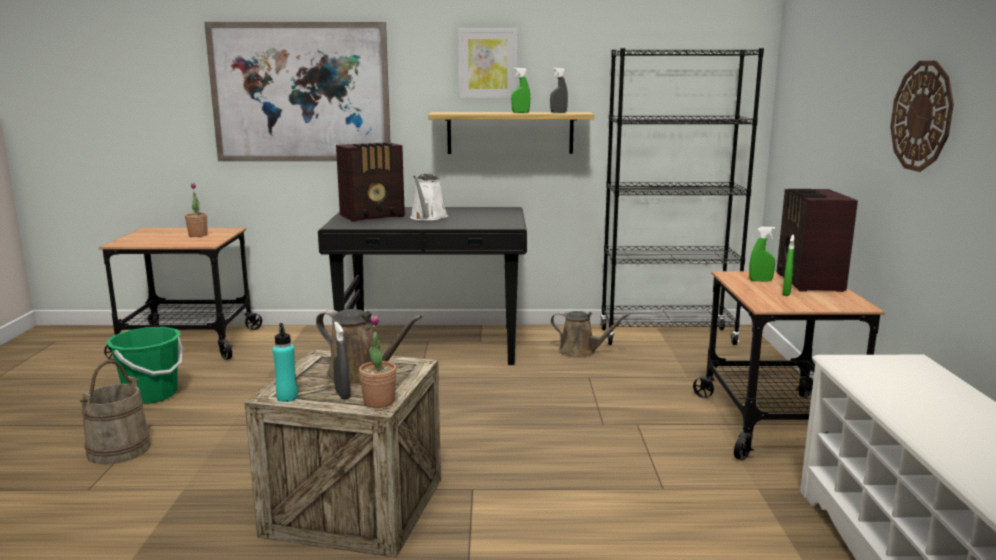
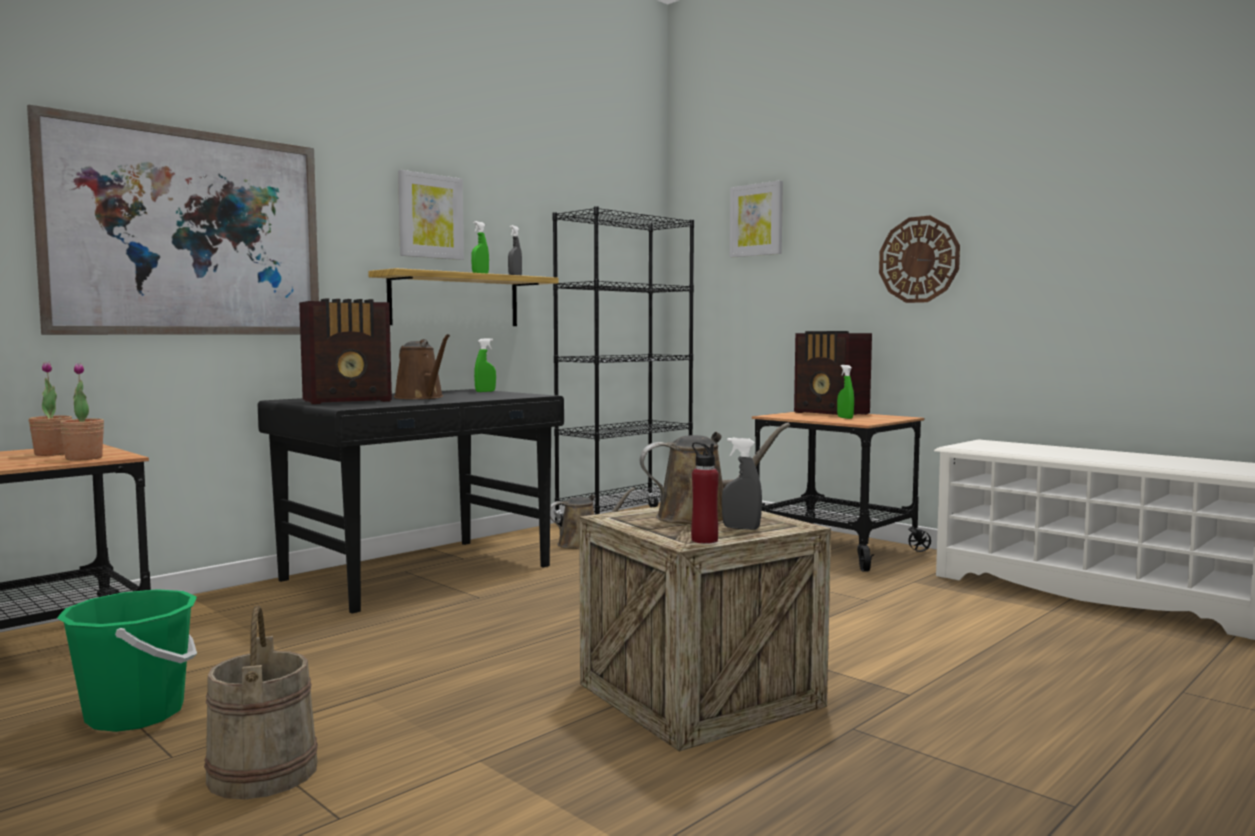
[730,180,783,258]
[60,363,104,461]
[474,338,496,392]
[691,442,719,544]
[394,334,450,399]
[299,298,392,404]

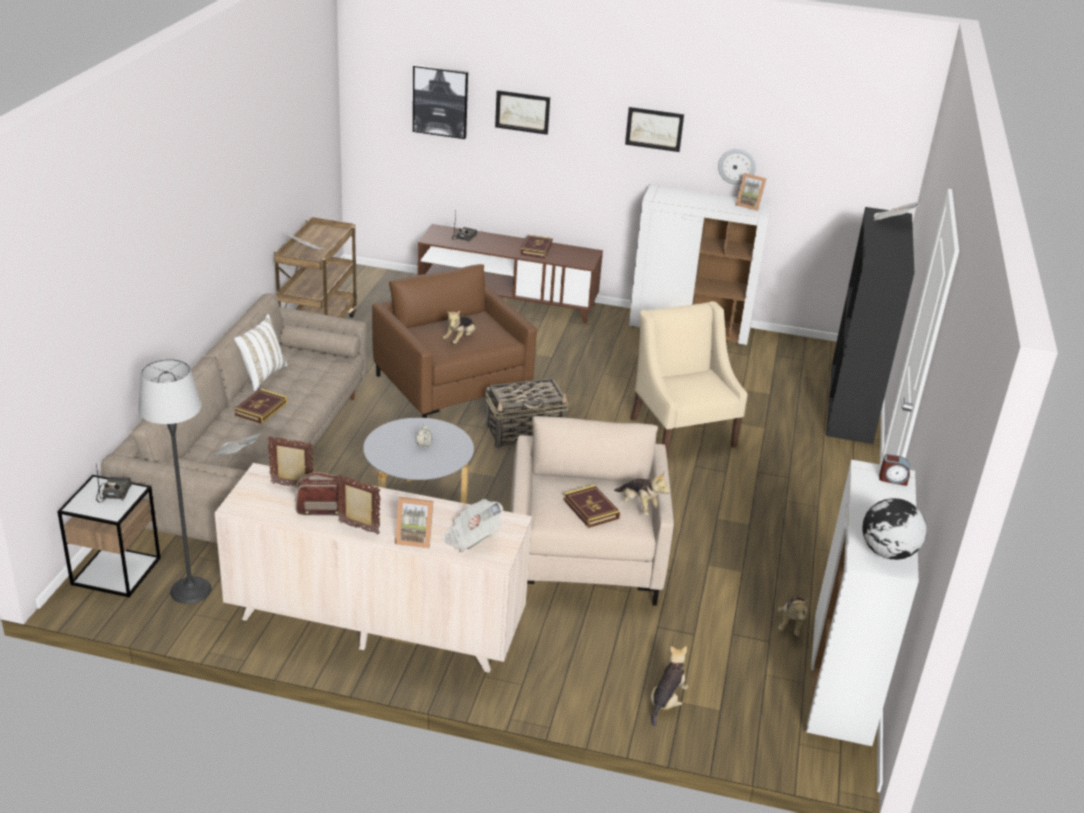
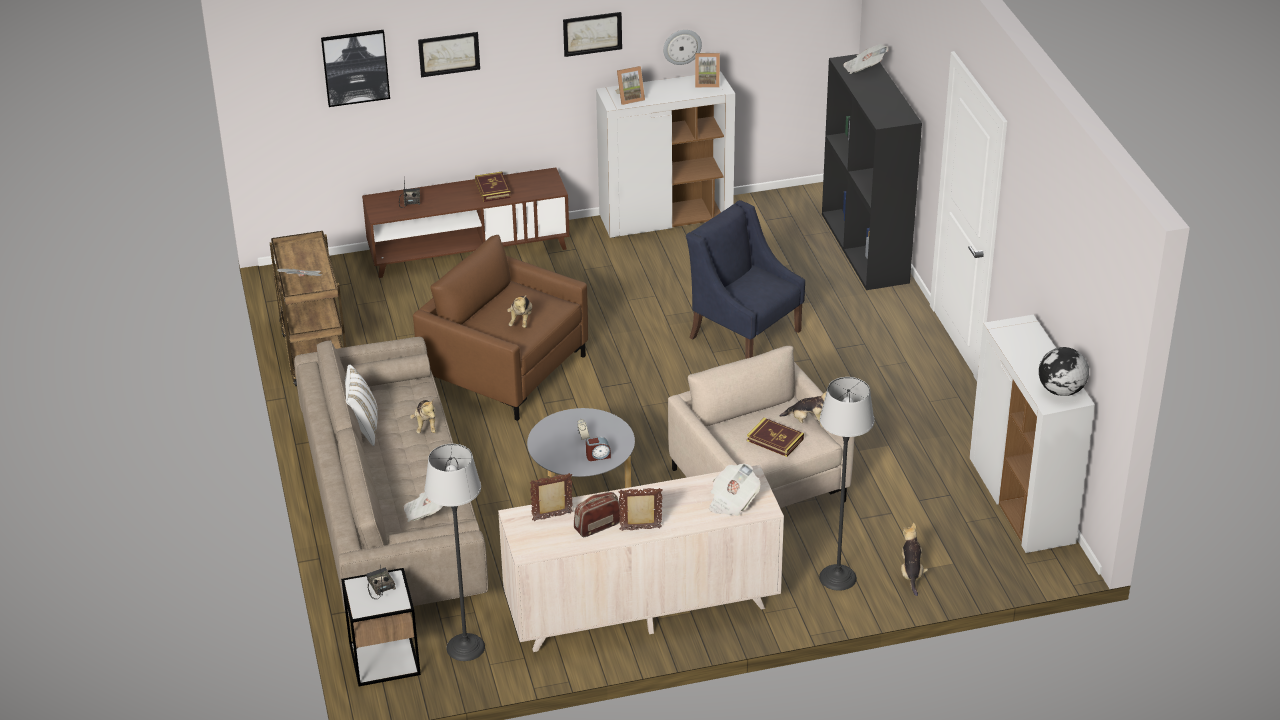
[234,388,288,424] (first image)
[485,378,568,449] (first image)
[819,377,874,591]
[615,66,645,105]
[410,399,436,433]
[586,437,611,461]
[686,200,805,359]

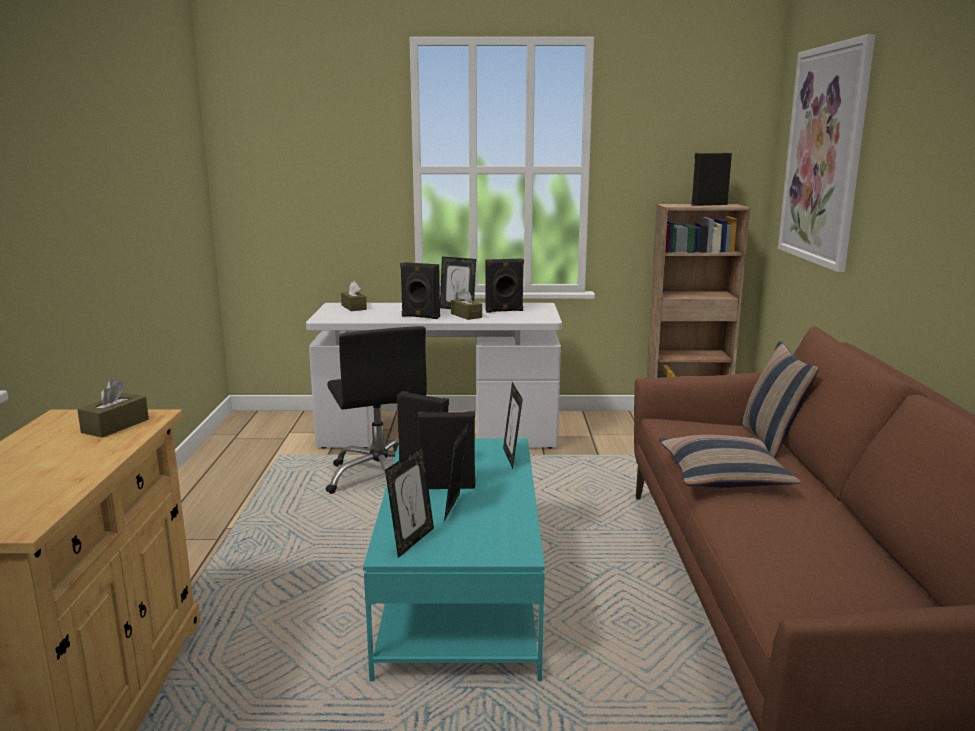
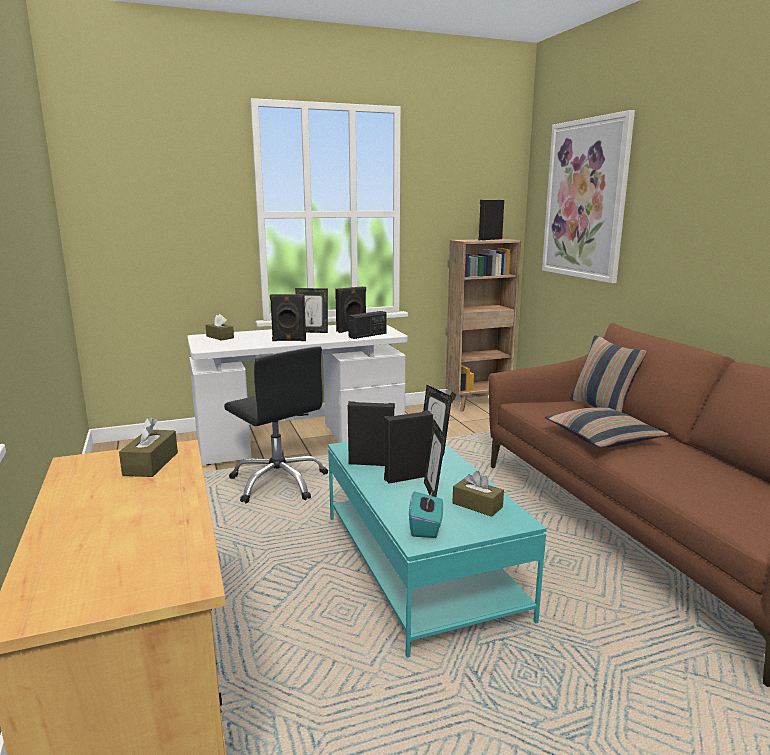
[348,311,387,339]
[452,471,504,517]
[409,492,443,538]

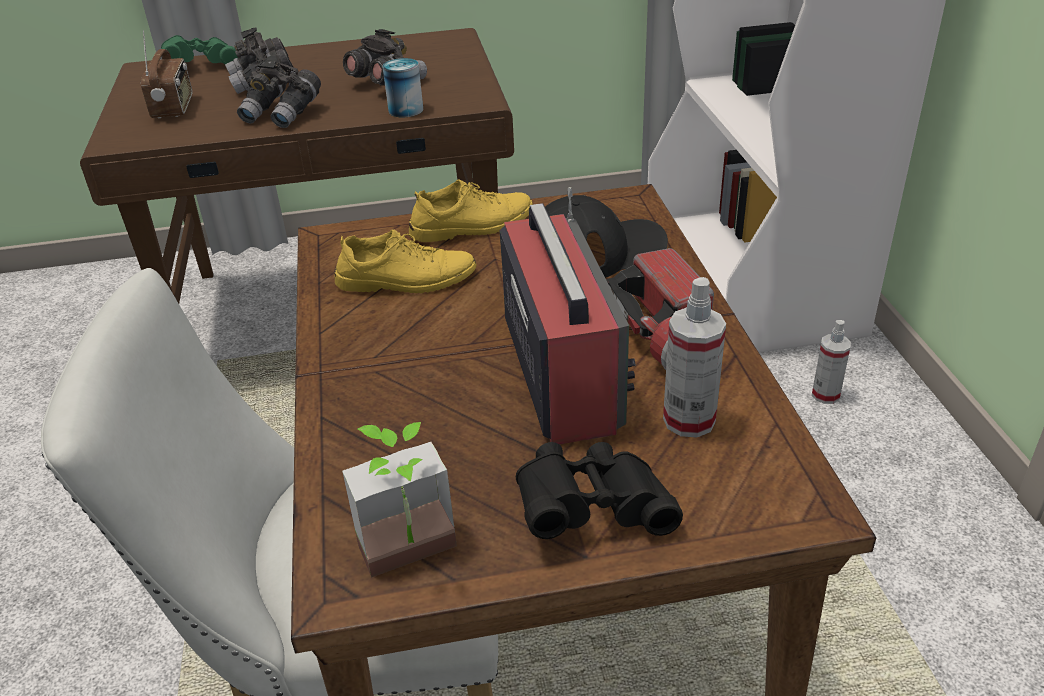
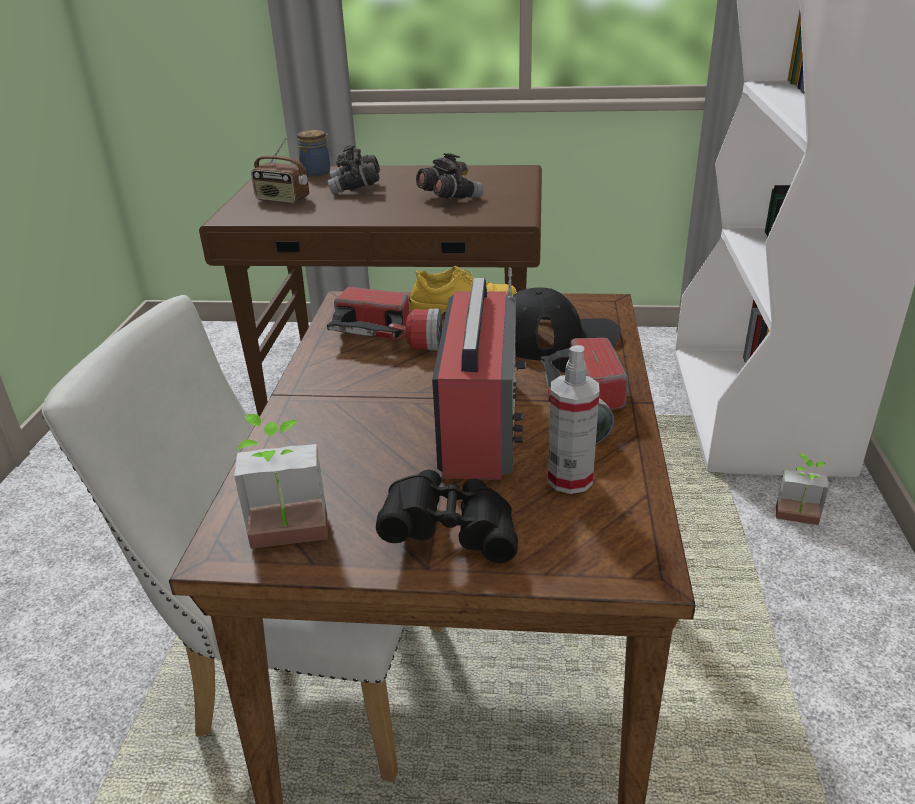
[237,56,321,128] (first image)
[383,58,423,117] (first image)
[297,130,332,177]
[327,287,442,350]
[776,453,829,525]
[251,138,309,203]

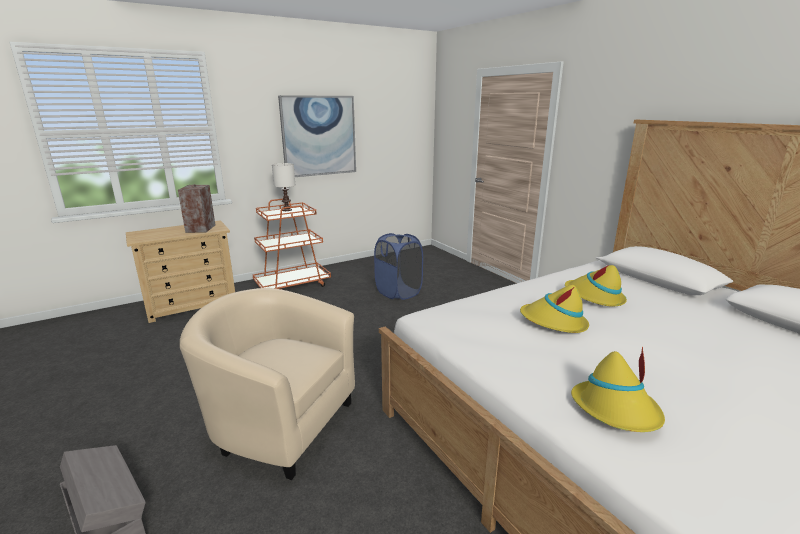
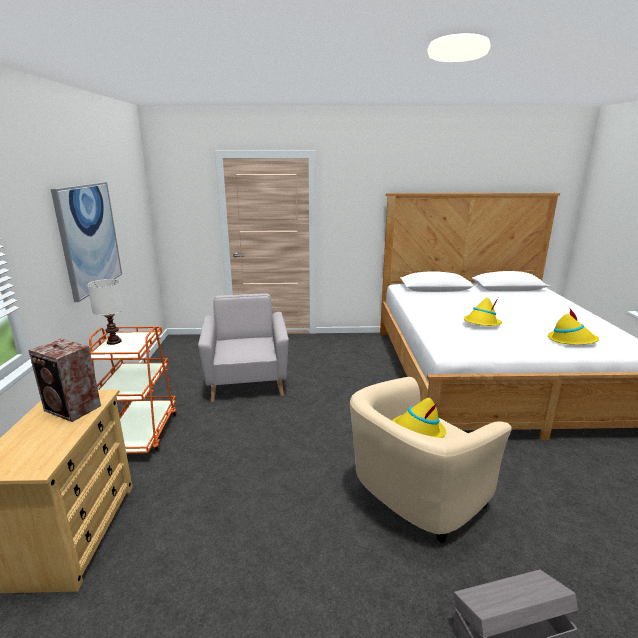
[392,398,446,438]
[198,294,289,402]

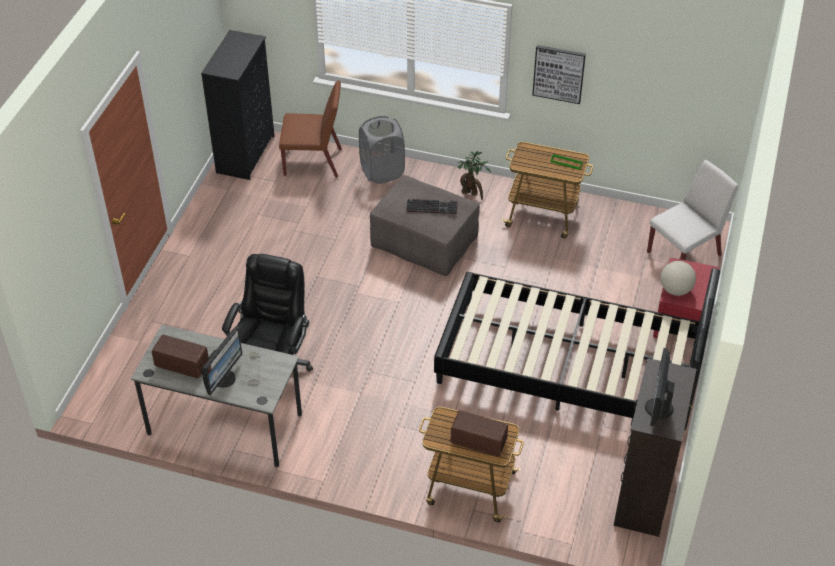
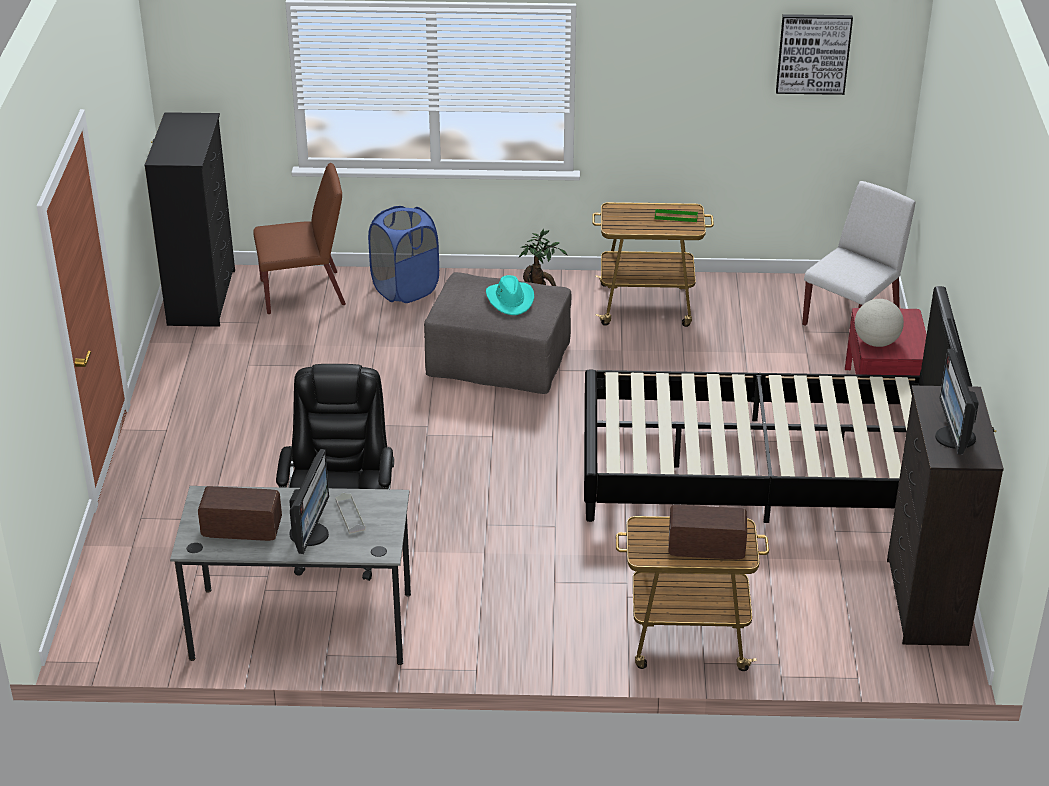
[776,14,853,95]
[486,275,534,315]
[368,206,439,303]

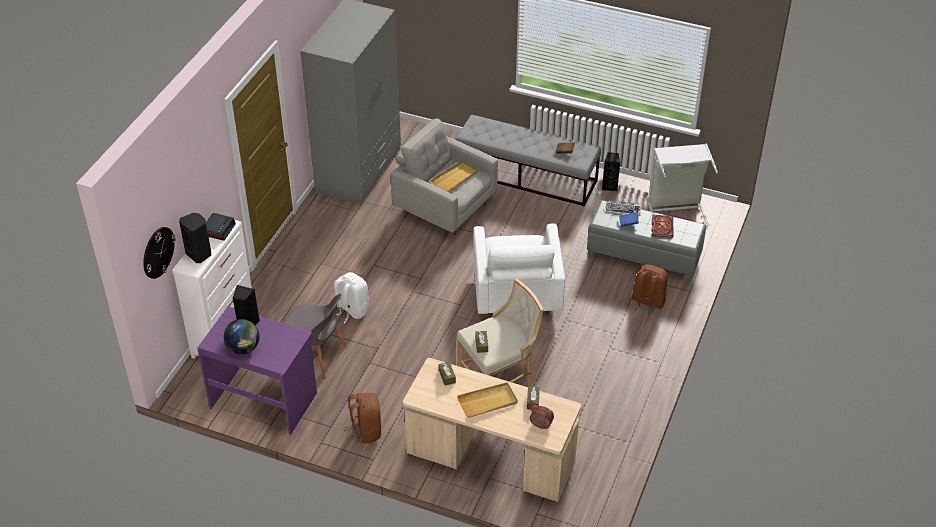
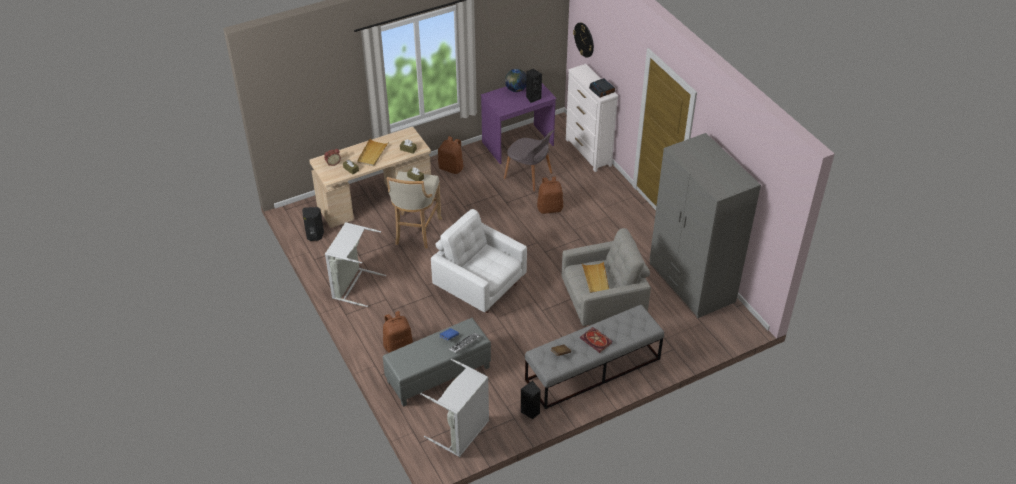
[325,222,386,307]
[302,207,324,241]
[580,327,612,353]
[537,177,563,214]
[504,130,554,192]

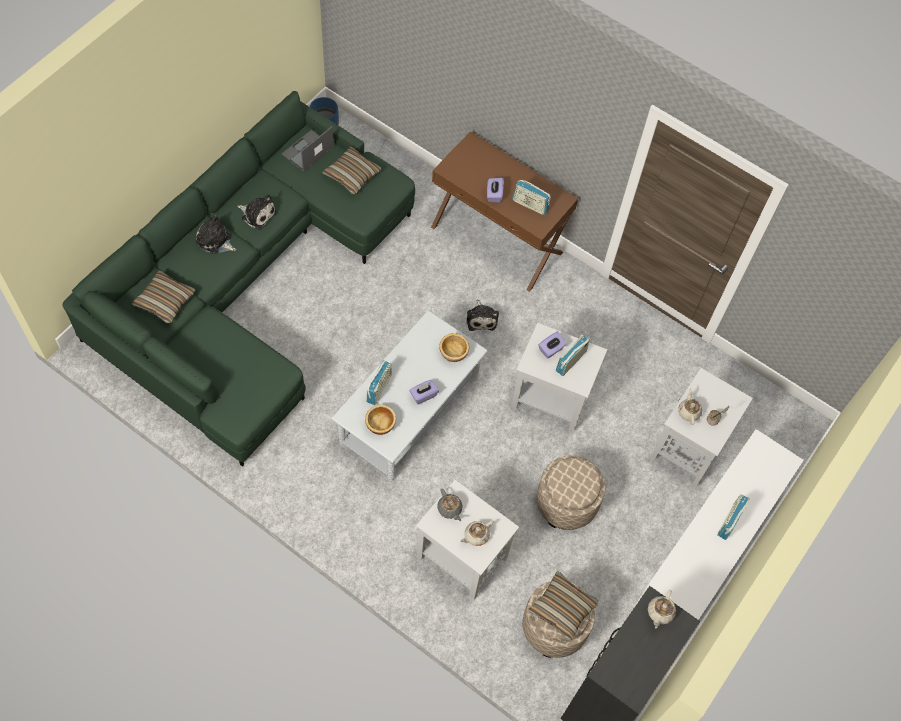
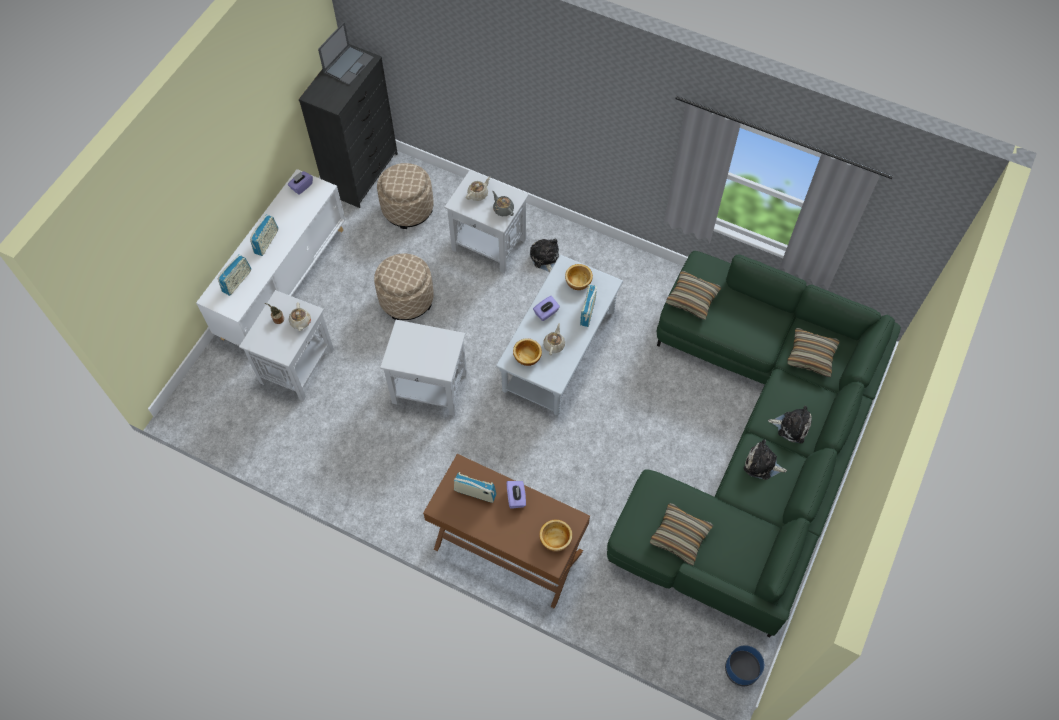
[539,519,573,552]
[318,22,374,85]
[530,239,559,272]
[666,271,722,320]
[288,171,313,195]
[218,254,251,296]
[543,323,565,355]

